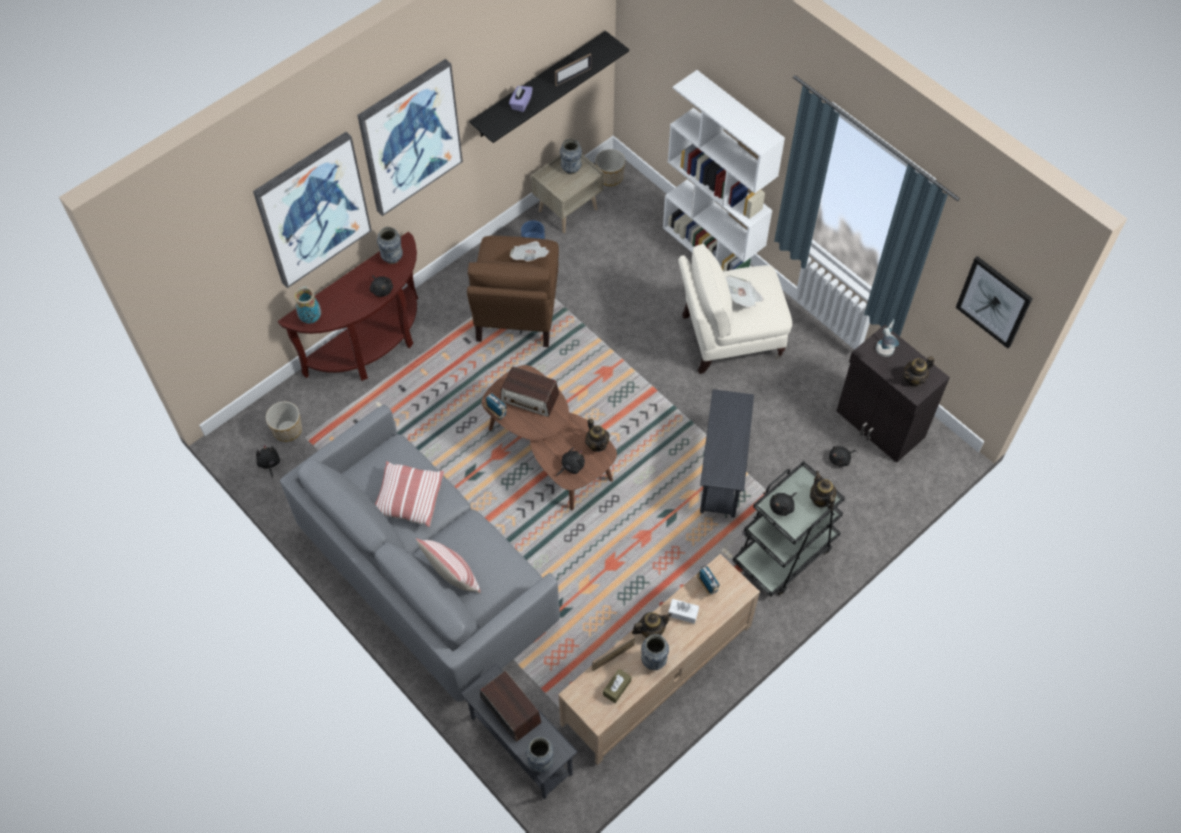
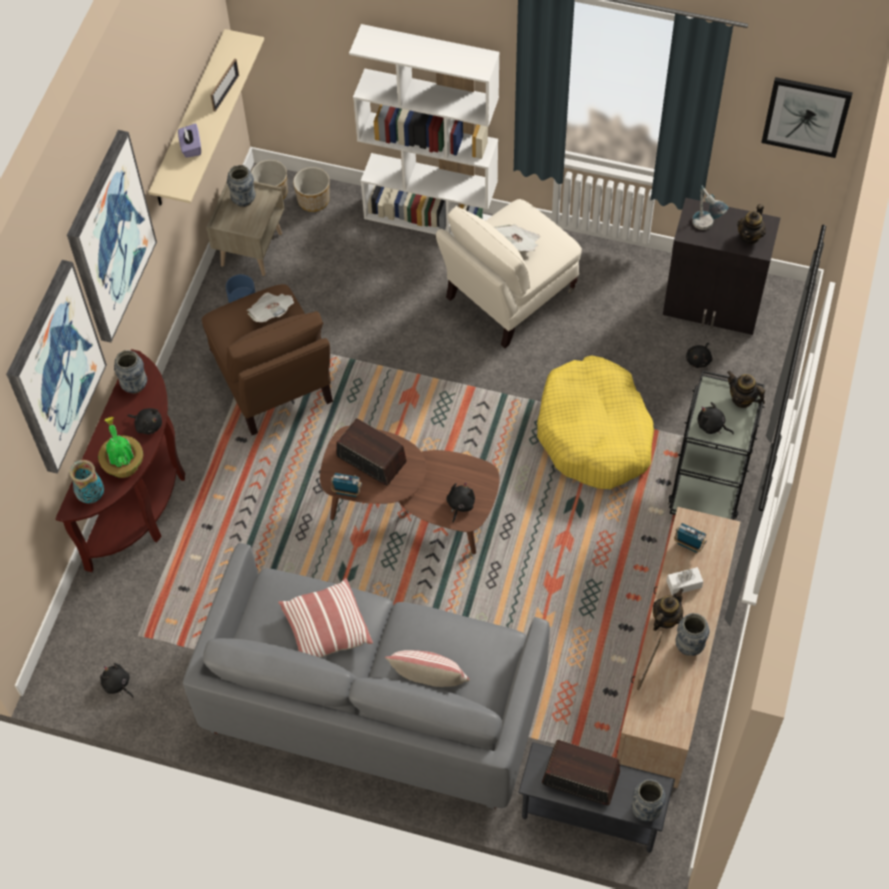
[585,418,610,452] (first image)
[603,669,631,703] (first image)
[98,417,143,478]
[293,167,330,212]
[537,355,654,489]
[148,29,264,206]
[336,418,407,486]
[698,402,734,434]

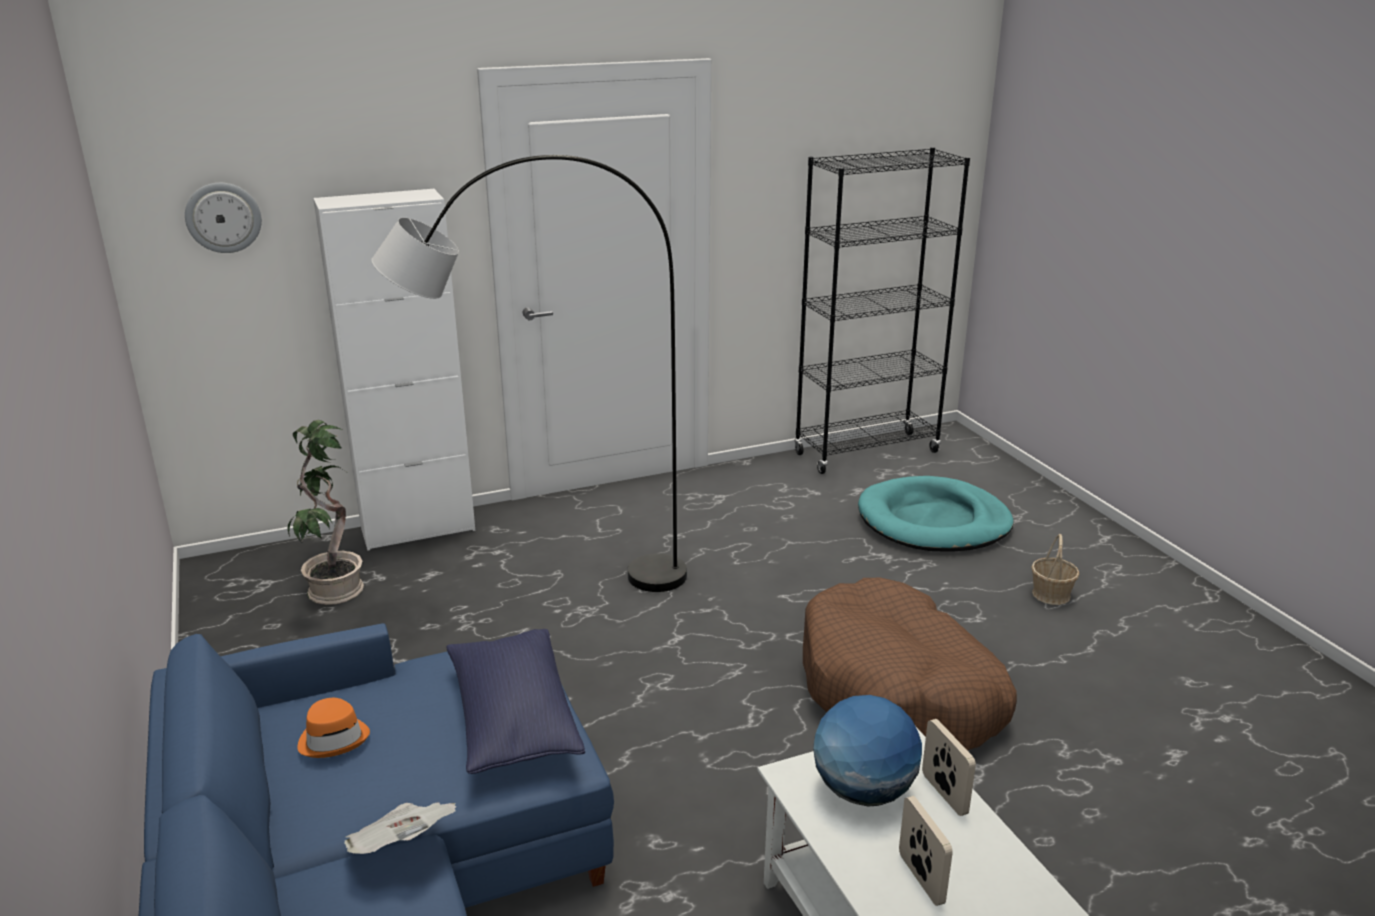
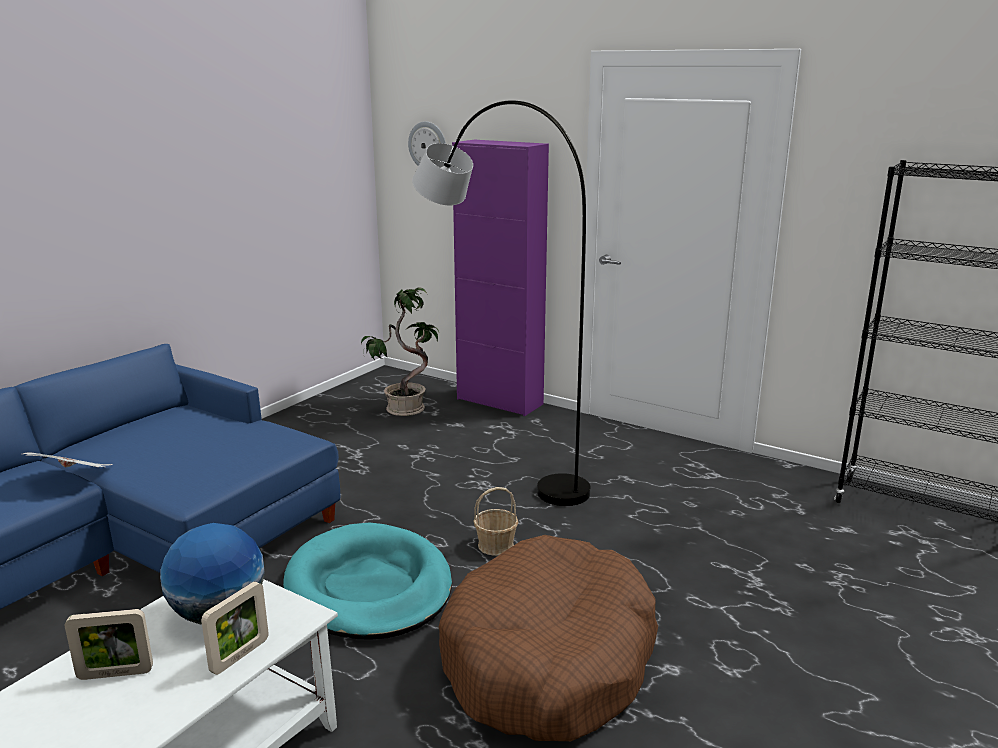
[298,698,370,758] (first image)
[446,629,585,774] (first image)
[283,522,452,640]
[473,487,518,556]
[452,140,549,416]
[65,609,153,680]

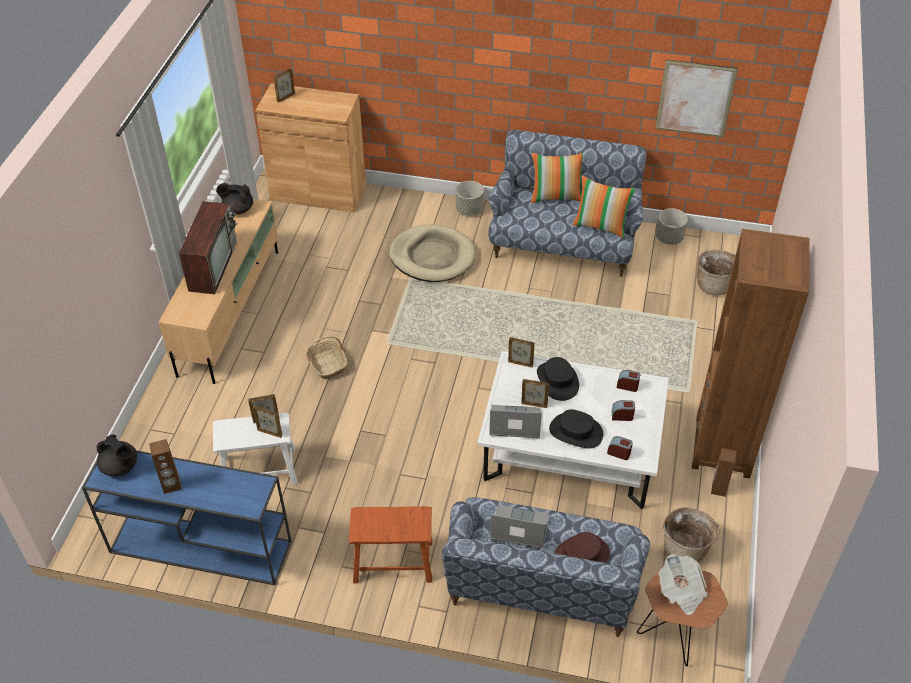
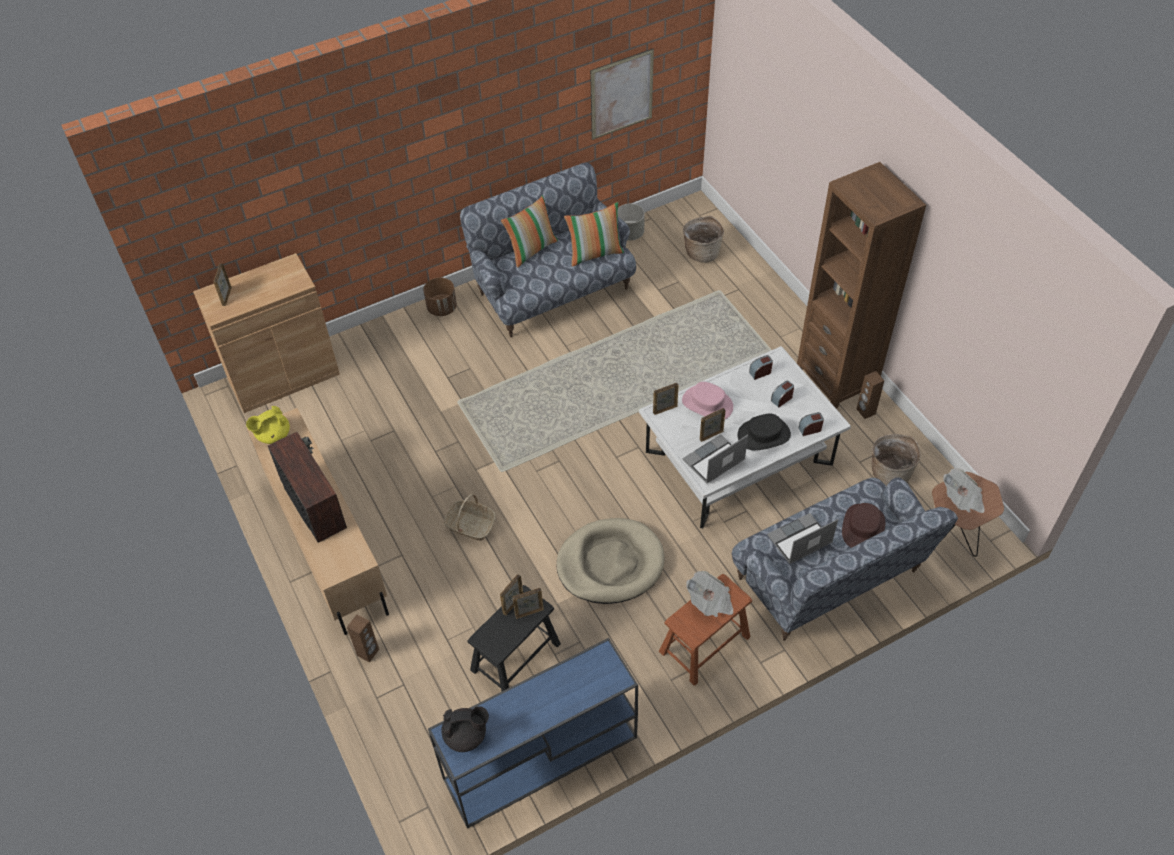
[686,571,734,617]
[347,615,379,662]
[556,518,664,604]
[468,585,561,691]
[246,406,290,444]
[424,278,457,316]
[682,382,733,419]

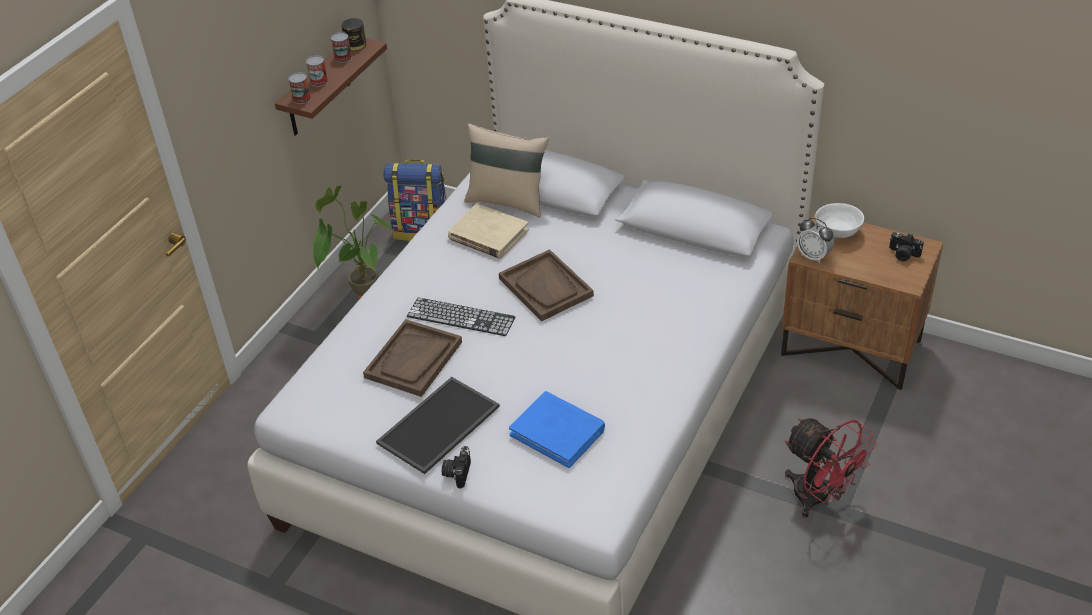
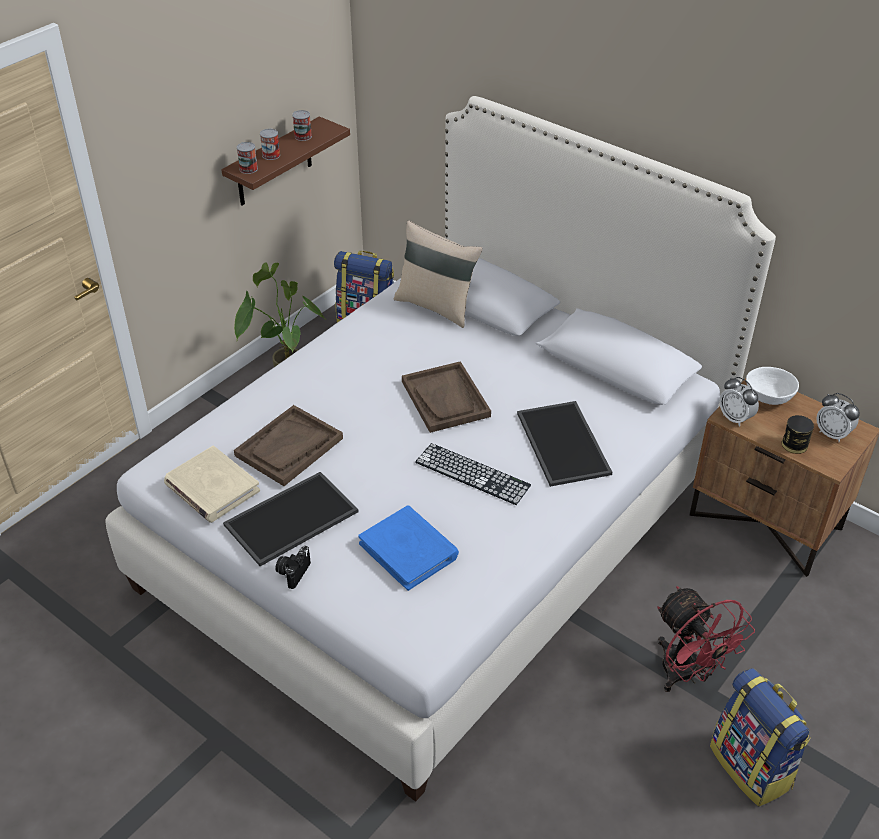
[517,401,612,487]
[710,668,811,807]
[781,415,814,454]
[415,443,531,505]
[164,446,260,523]
[816,393,860,443]

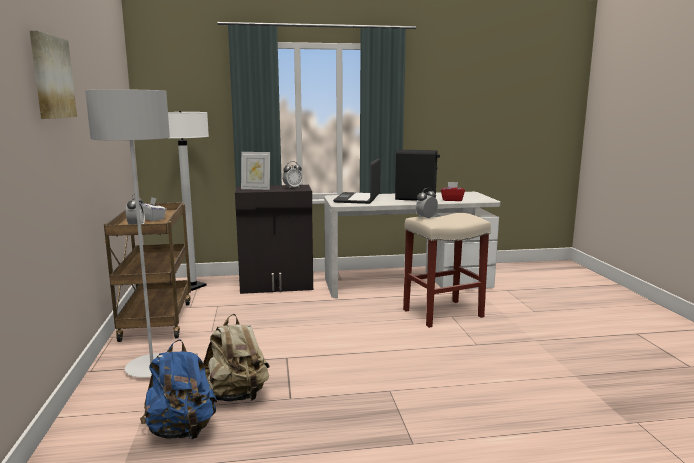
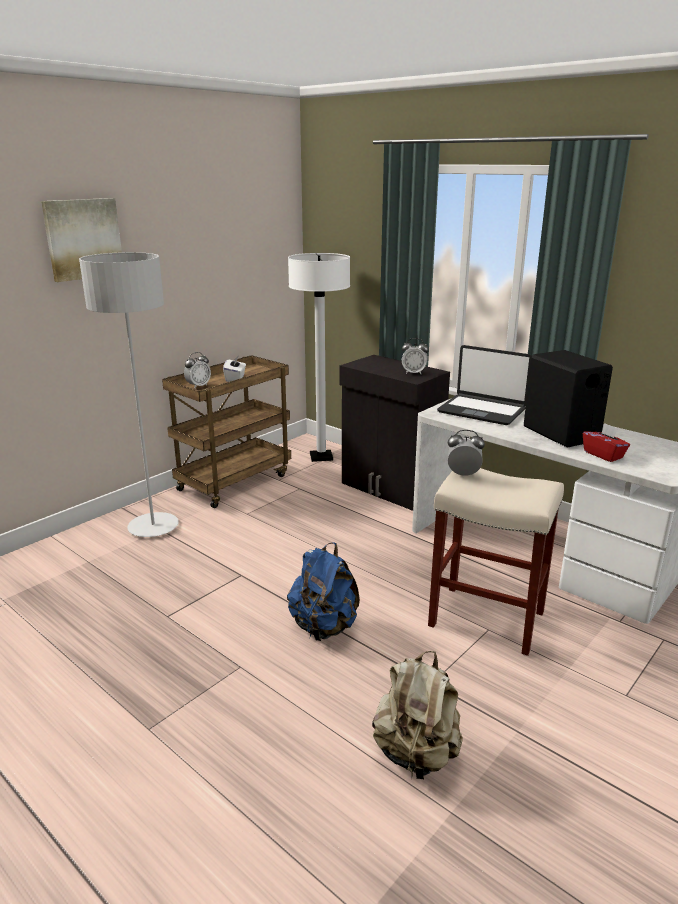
[241,152,270,190] (first image)
[287,542,360,641]
[372,651,463,779]
[437,345,532,425]

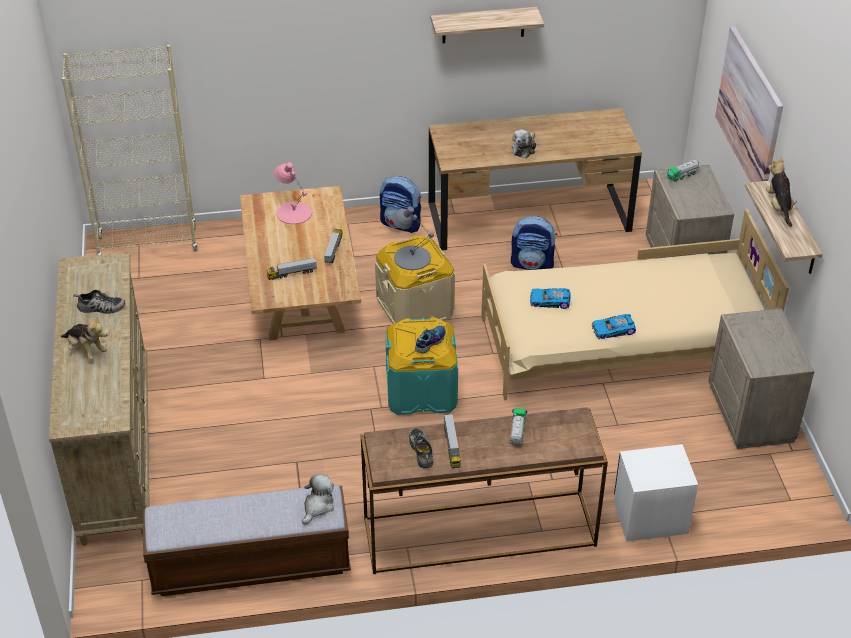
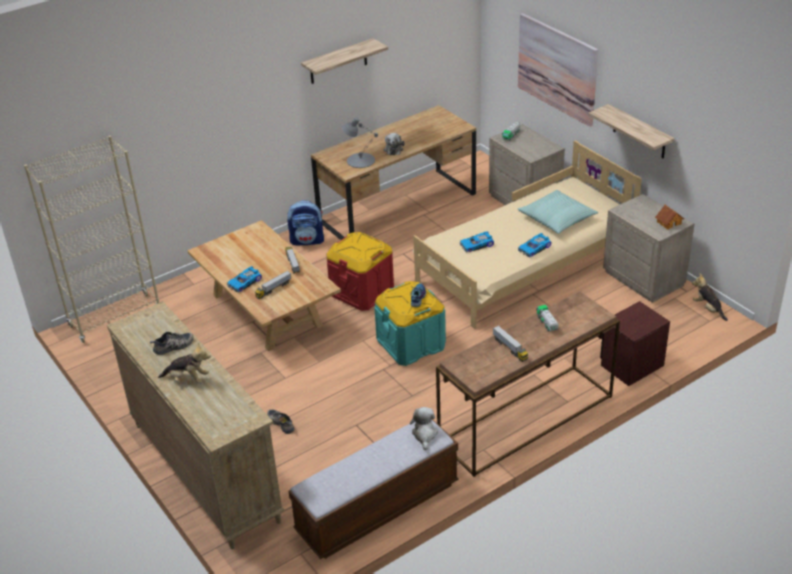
[275,162,312,224] (first image)
[511,216,557,270] (first image)
[227,266,262,293]
[517,190,598,234]
[655,205,684,230]
[342,118,378,168]
[267,409,294,434]
[692,273,728,321]
[326,232,394,311]
[600,301,670,386]

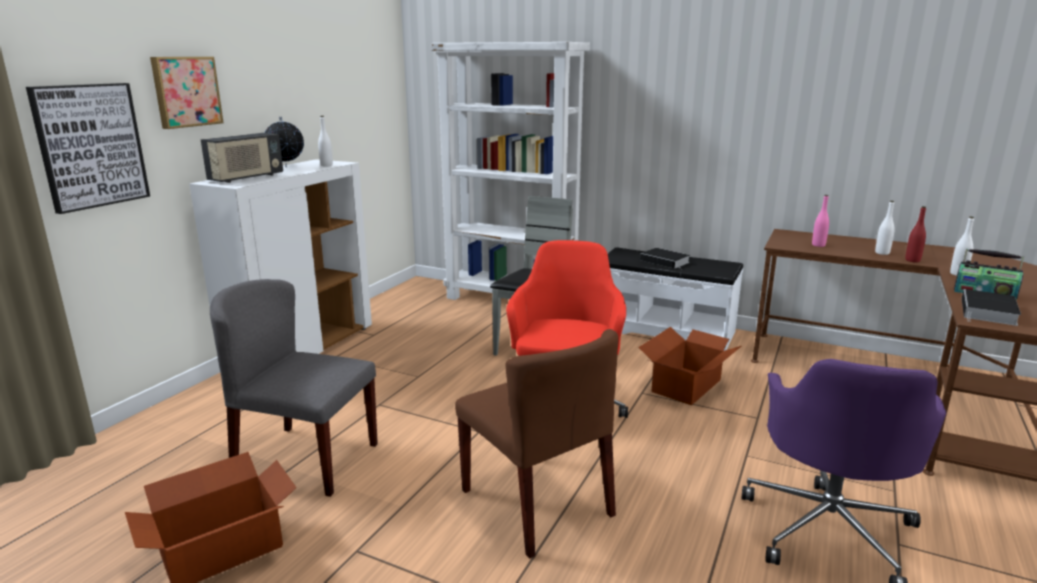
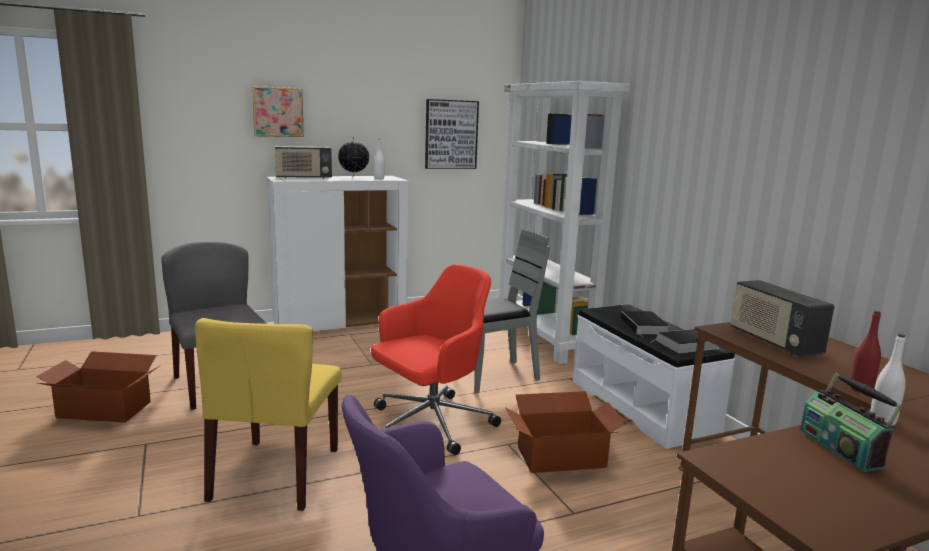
[875,201,895,255] (first image)
[425,99,479,169]
[650,329,720,353]
[730,280,834,356]
[195,318,342,511]

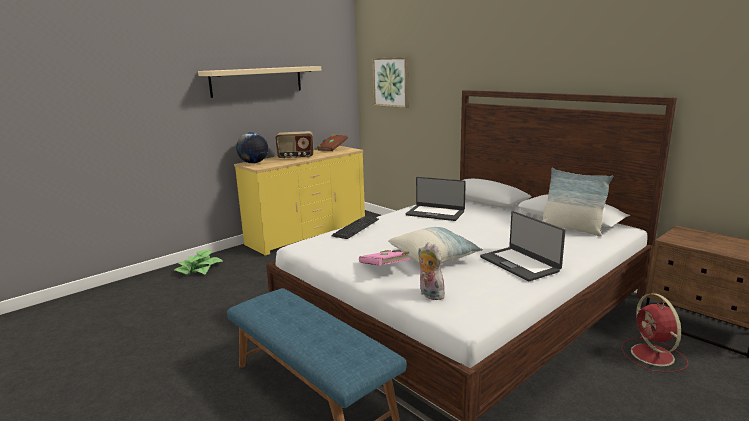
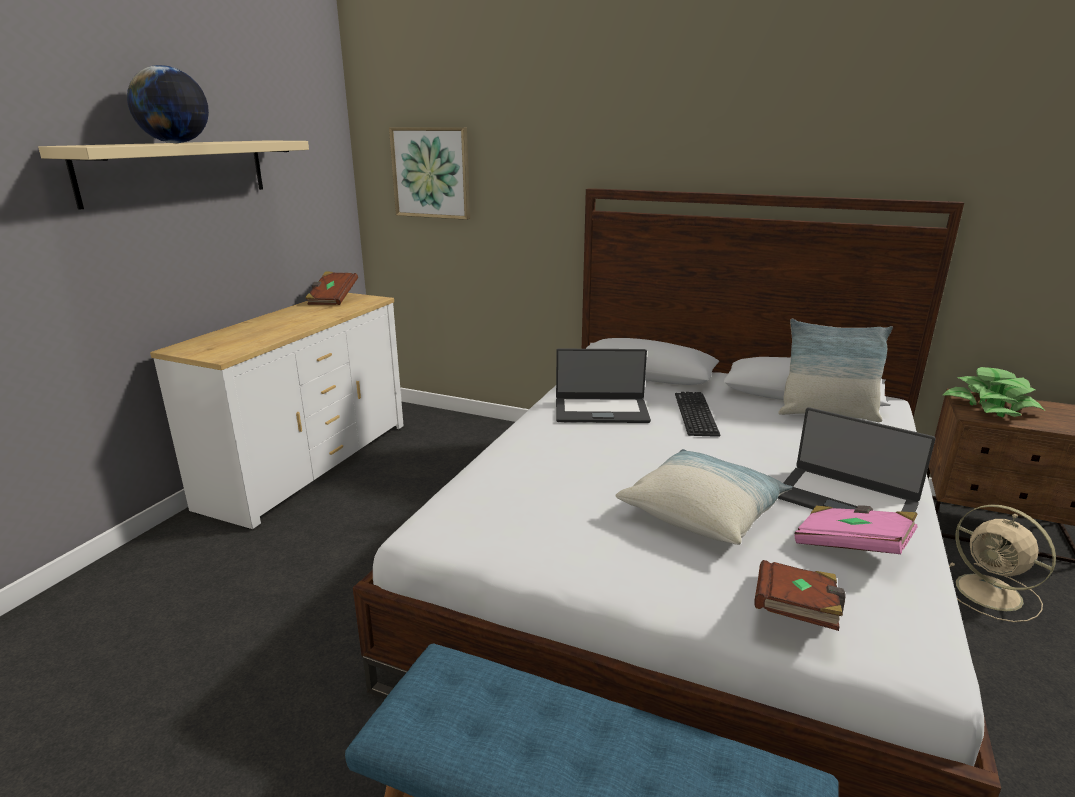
[275,131,313,159] (first image)
[943,367,1044,417]
[127,65,209,143]
[675,392,720,437]
[795,505,918,554]
[754,560,846,631]
[150,293,404,529]
[949,504,1056,622]

